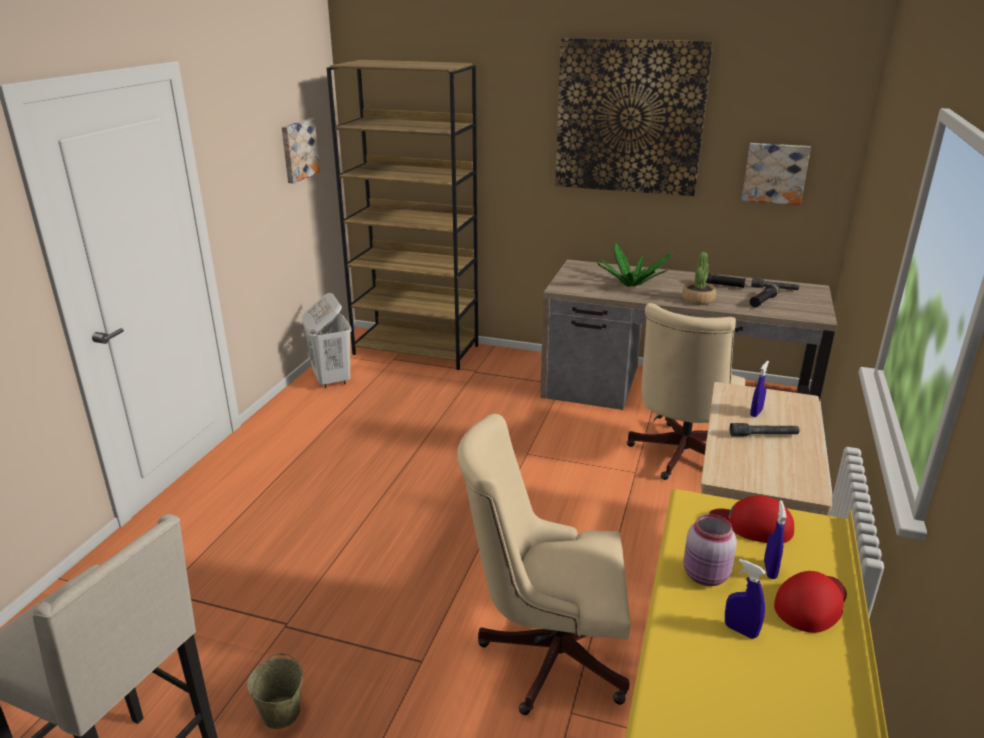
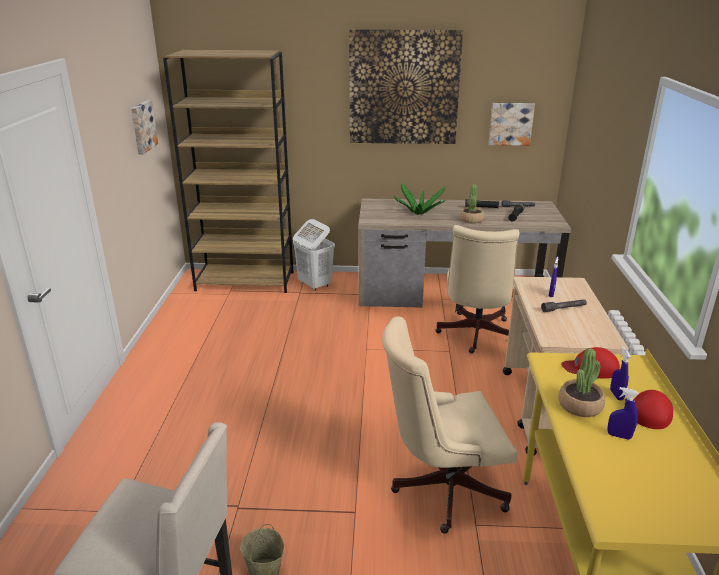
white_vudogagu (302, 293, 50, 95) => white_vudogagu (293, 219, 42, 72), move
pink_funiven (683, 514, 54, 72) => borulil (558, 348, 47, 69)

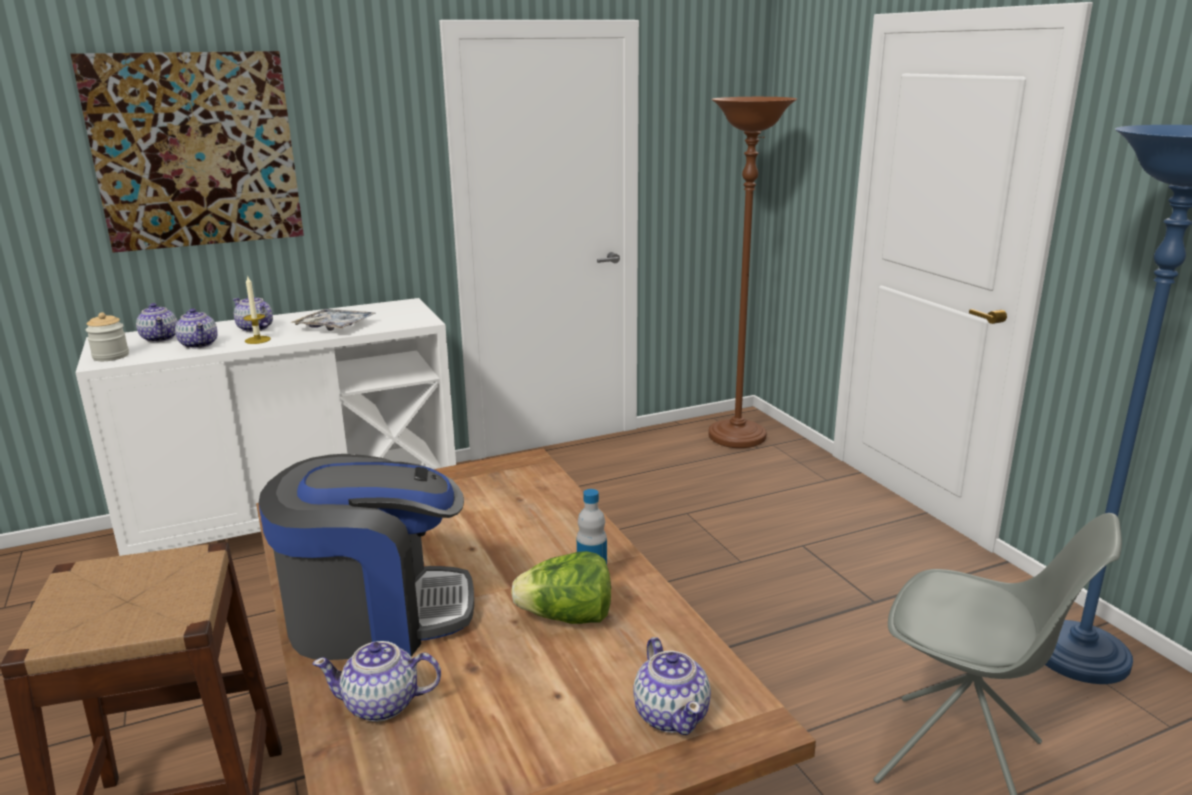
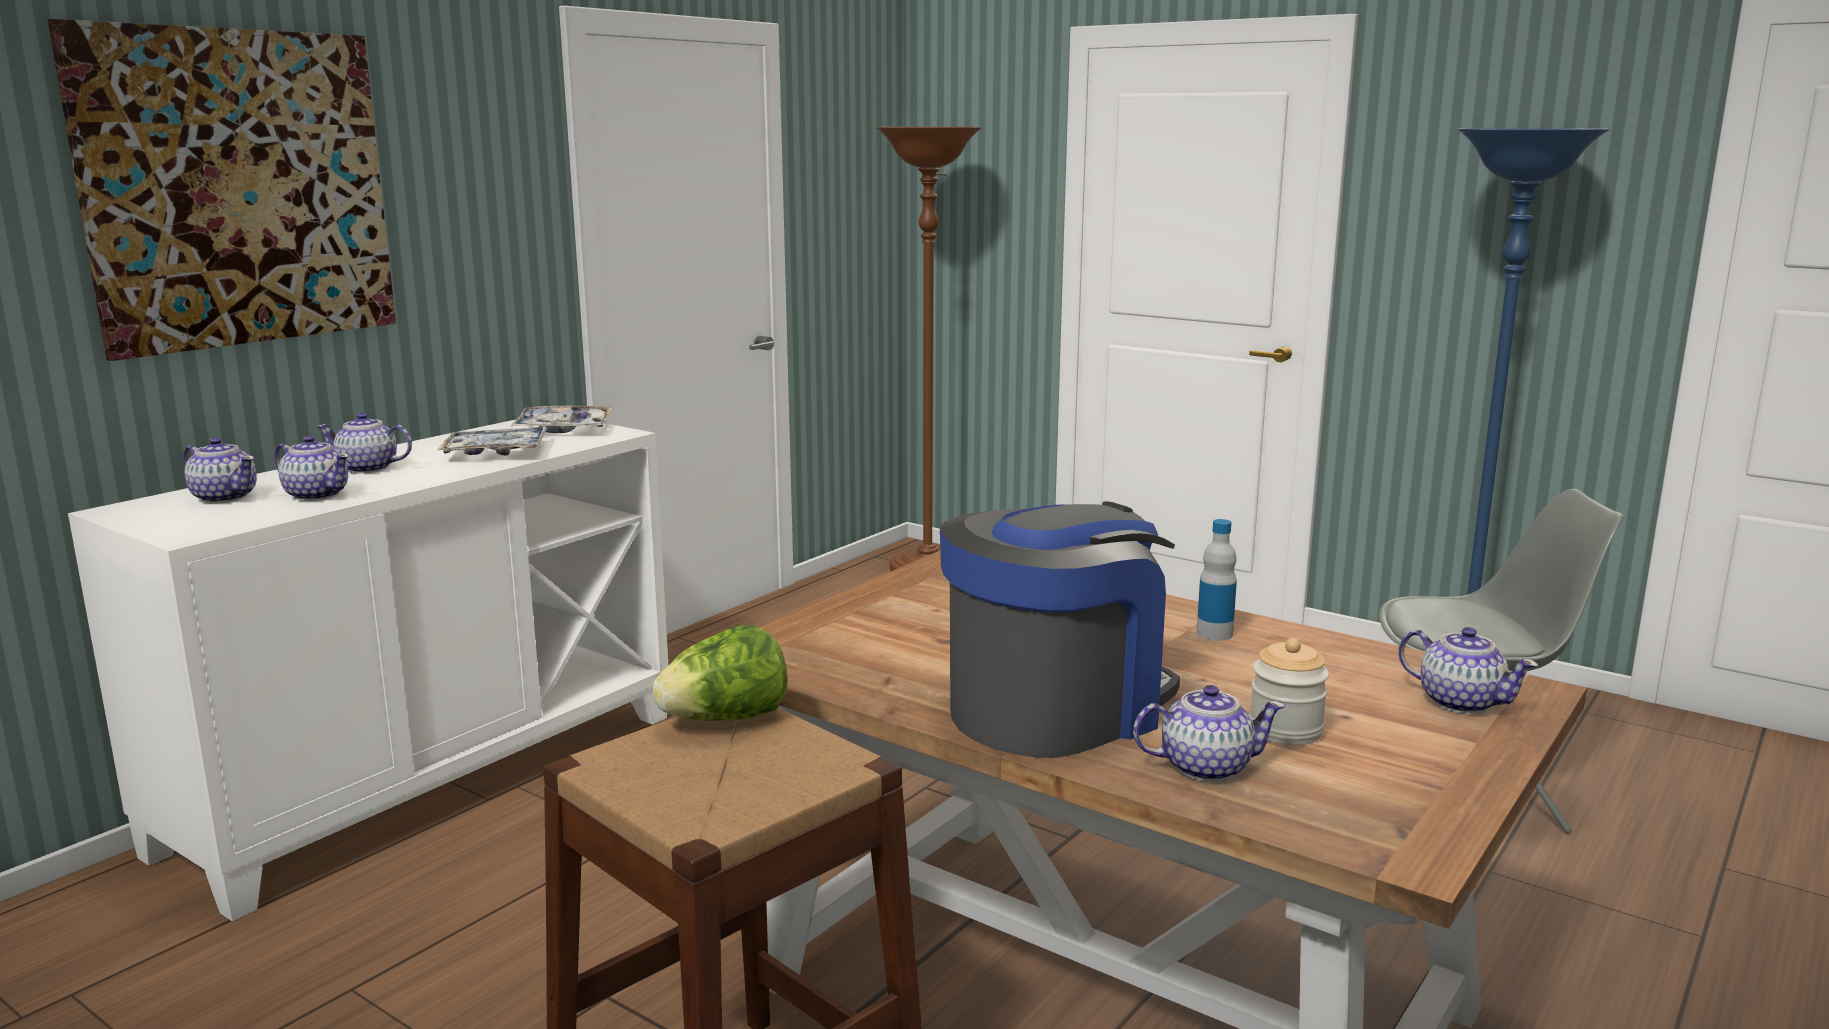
nothing => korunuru (511, 405, 101, 28)
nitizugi (511, 551, 100, 73) => nitizugi (652, 625, 136, 96), move
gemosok (313, 641, 128, 81) => gemosok (1133, 685, 152, 97), 150 degrees counterclockwise
funiven (86, 312, 43, 49) => funiven (1249, 638, 80, 107), move
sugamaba (243, 275, 28, 69) => nothing

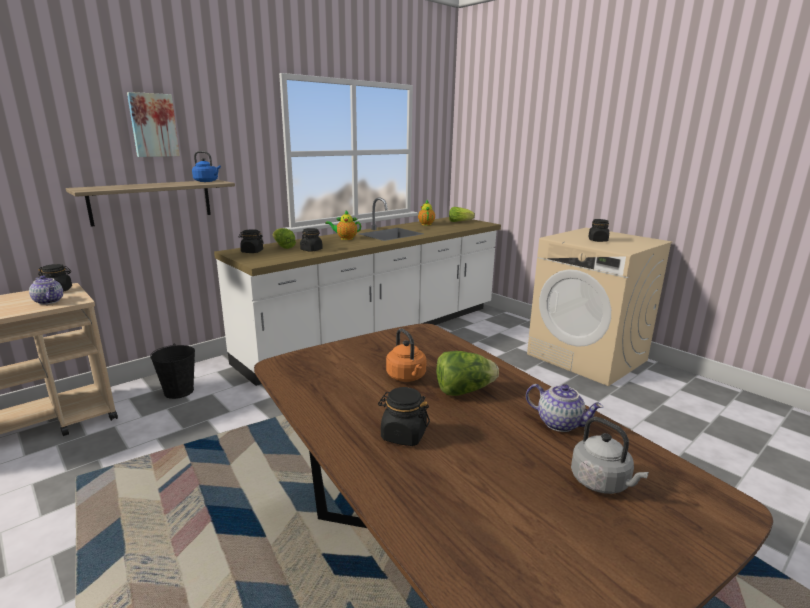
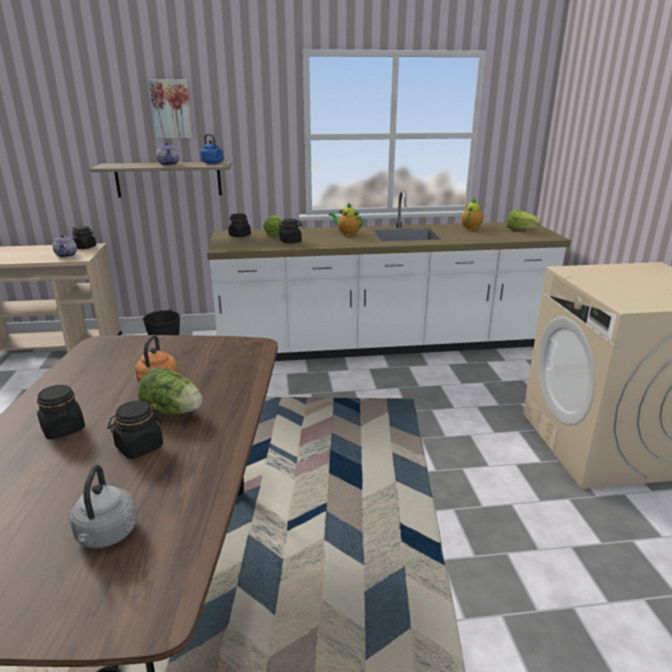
black_funiven (588, 219, 21, 23) => black_funiven (107, 401, 56, 58), move
gemosok (526, 384, 77, 48) => gemosok (156, 142, 23, 24), move

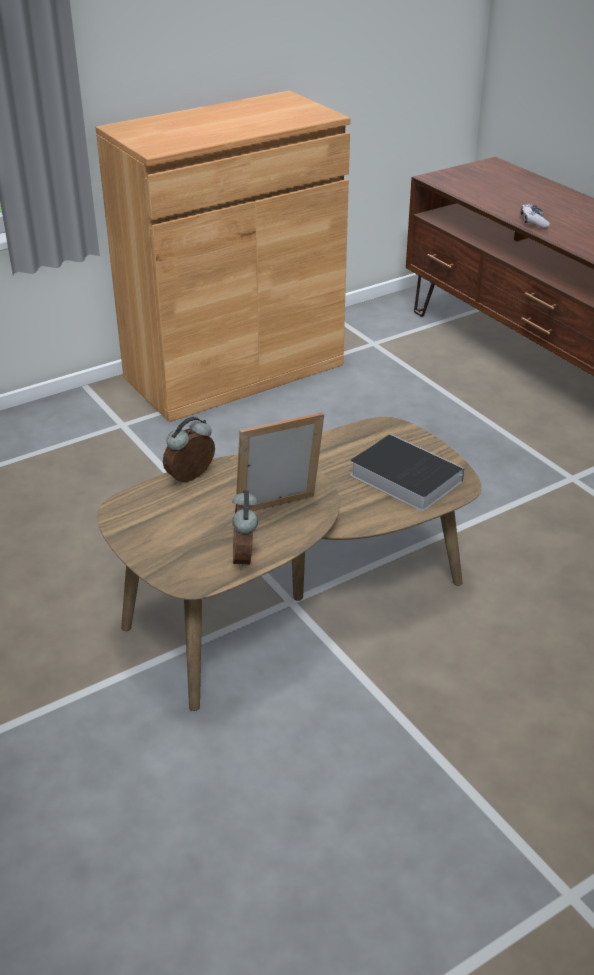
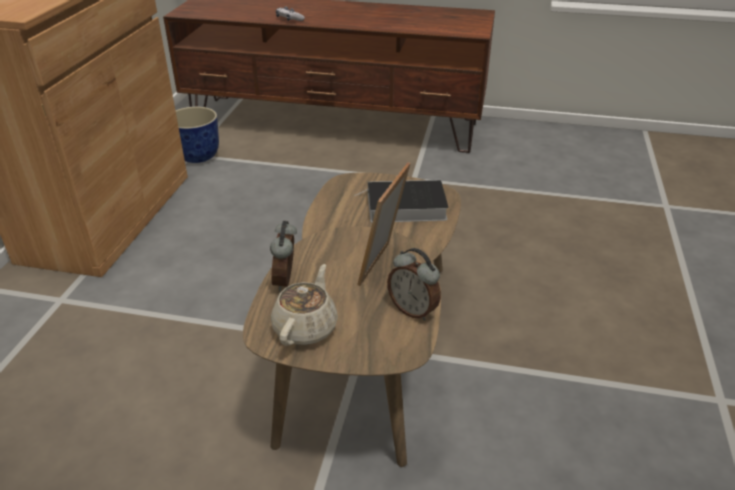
nothing => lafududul (175, 107, 44, 56)
nothing => beige_gemosok (271, 264, 67, 82)

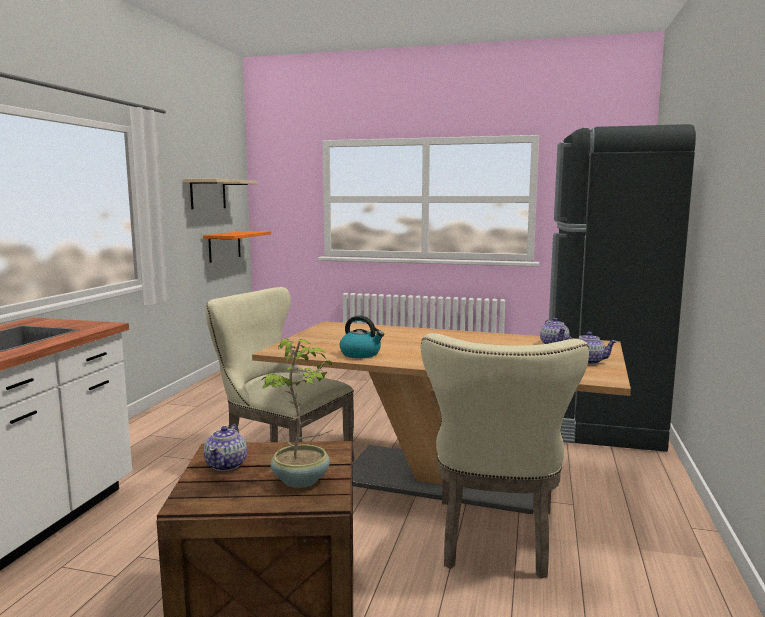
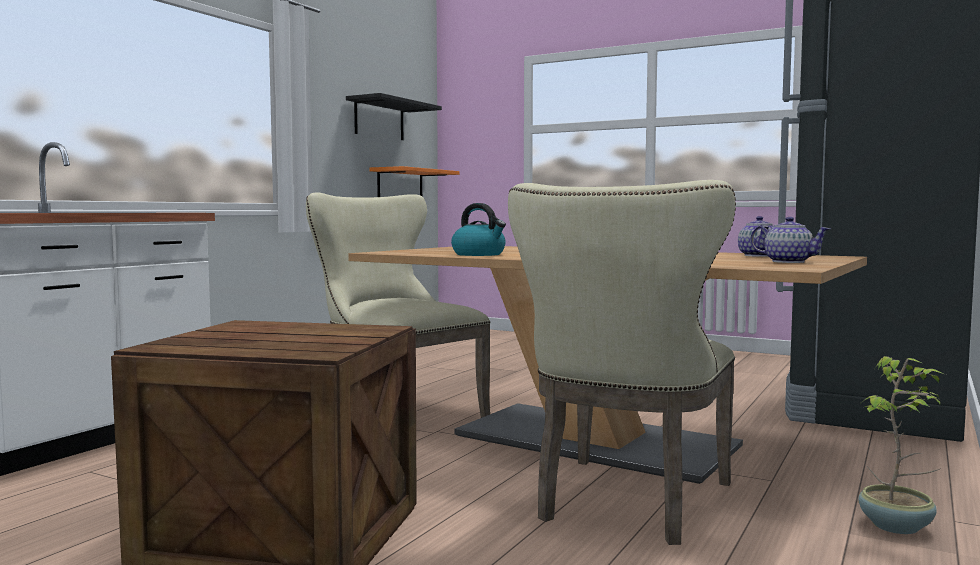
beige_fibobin (184, 179, 74, 30) => black_fibobin (346, 93, 96, 47)
borulil (260, 338, 72, 150) => borulil (858, 356, 88, 178), move
gemosok (204, 424, 43, 47) => nothing

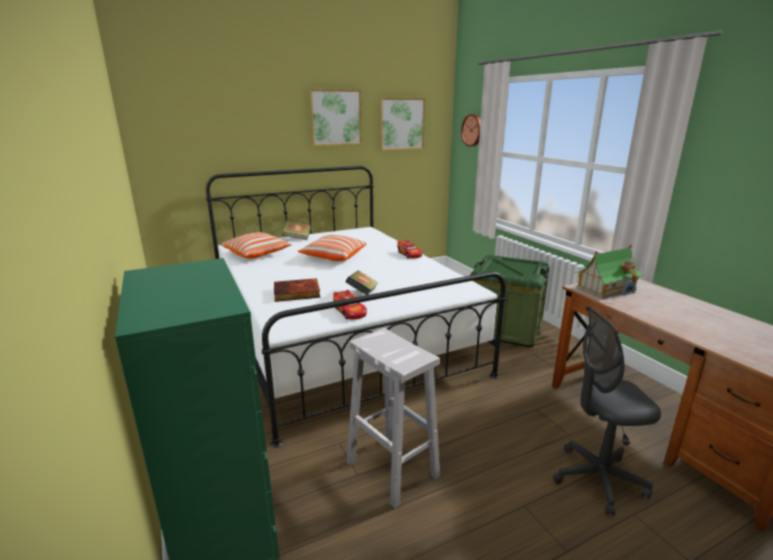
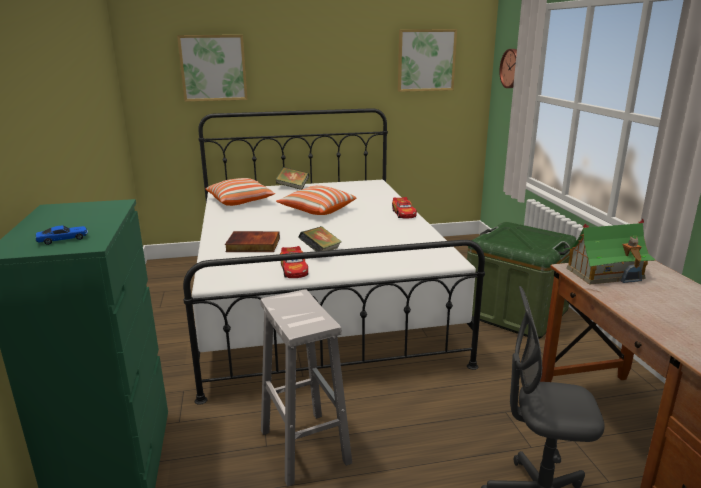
nothing => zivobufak (36, 226, 52, 19)
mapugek (309, 89, 53, 57) => mapugek (177, 35, 70, 67), move

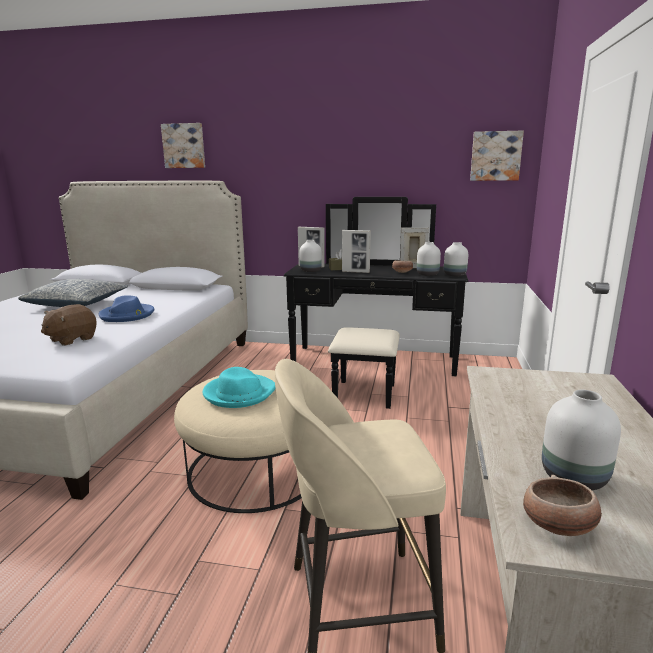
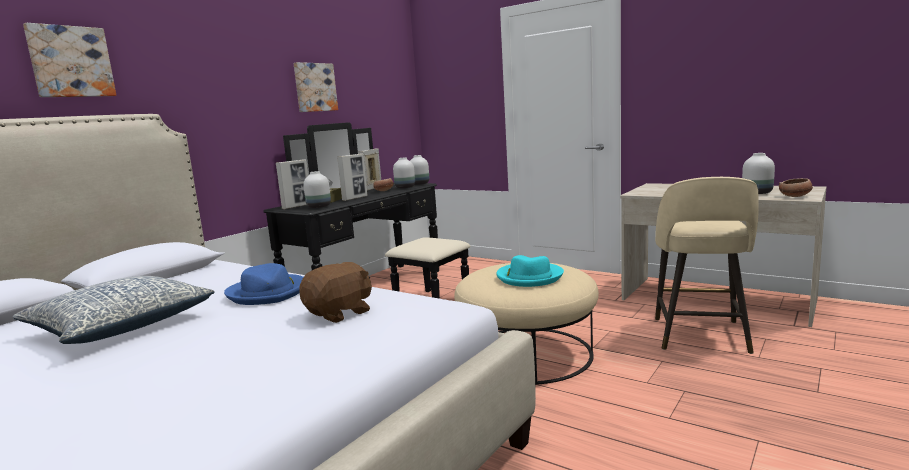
mapugek (470, 131, 54, 50) => mapugek (294, 62, 44, 50), move
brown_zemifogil (41, 304, 56, 42) => brown_zemifogil (299, 262, 73, 61), 105 degrees counterclockwise

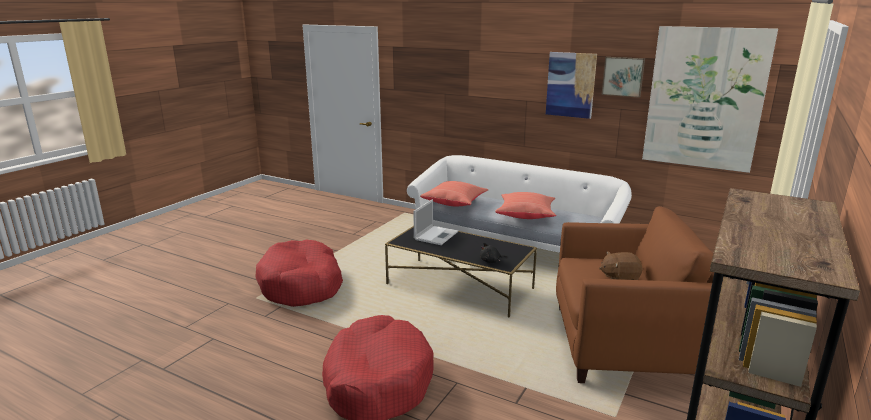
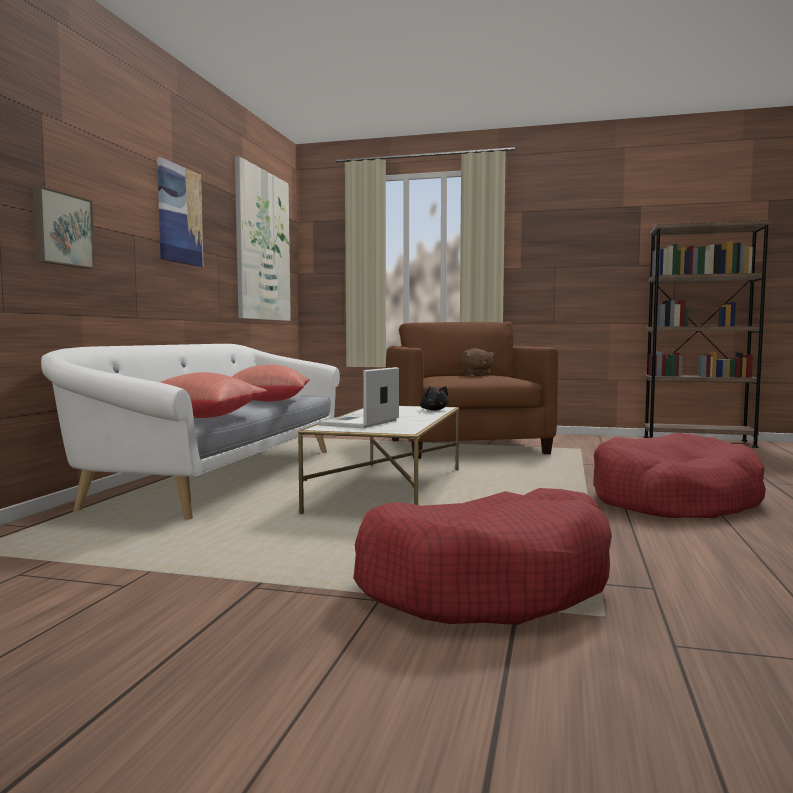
mapugek (602, 57, 43, 41) => mapugek (33, 186, 62, 83), move
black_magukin (385, 226, 152, 92) => white_magukin (298, 406, 161, 108)
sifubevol (413, 199, 45, 46) => sifubevol (318, 367, 81, 61), 75 degrees counterclockwise

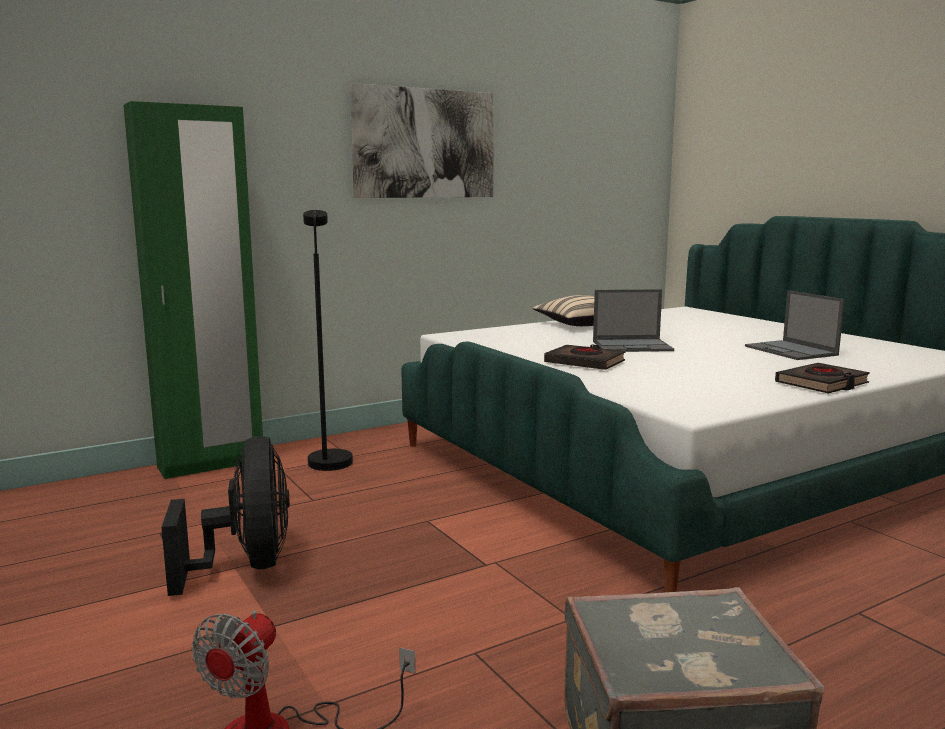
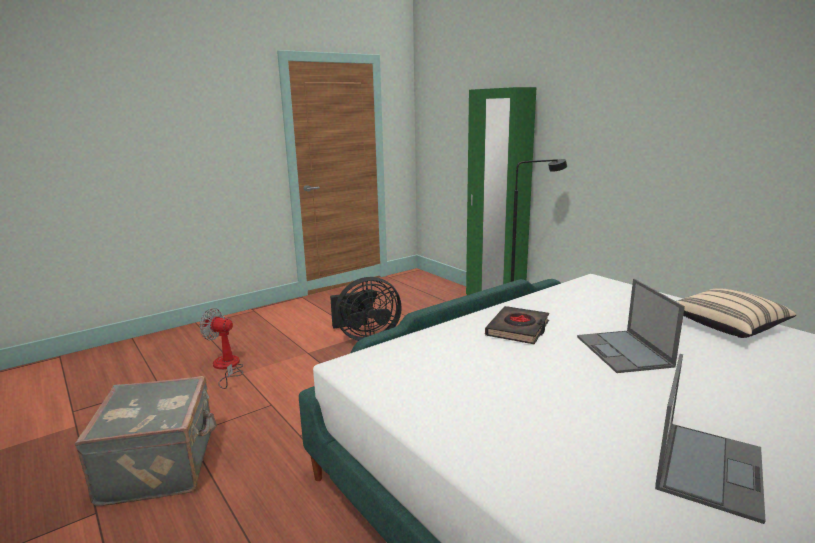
sifubevol (745, 290, 100, 70) => sifubevol (655, 354, 110, 170), 150 degrees clockwise
mapugek (350, 83, 144, 115) => nothing
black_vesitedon (775, 363, 95, 31) => nothing

